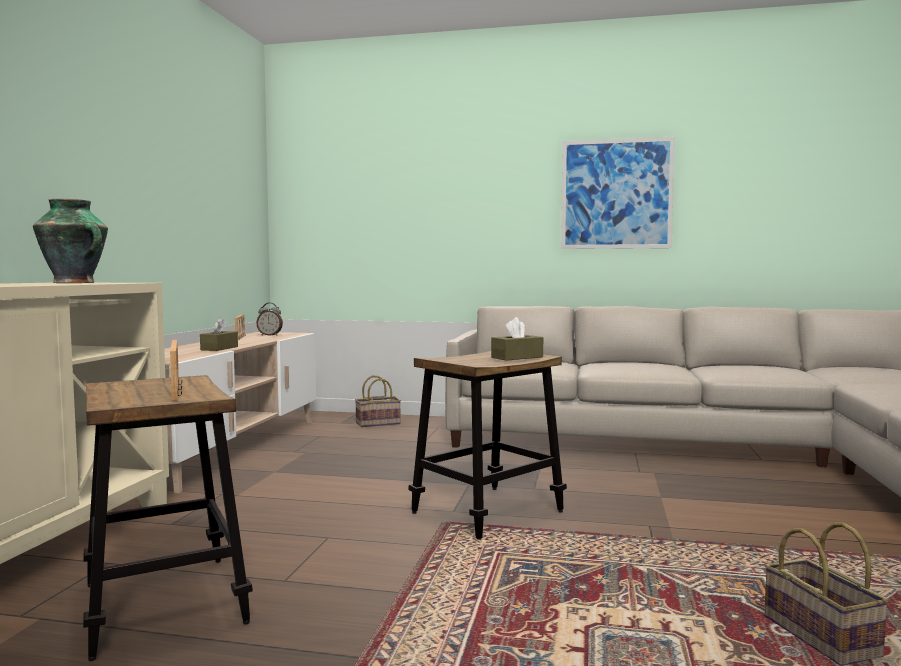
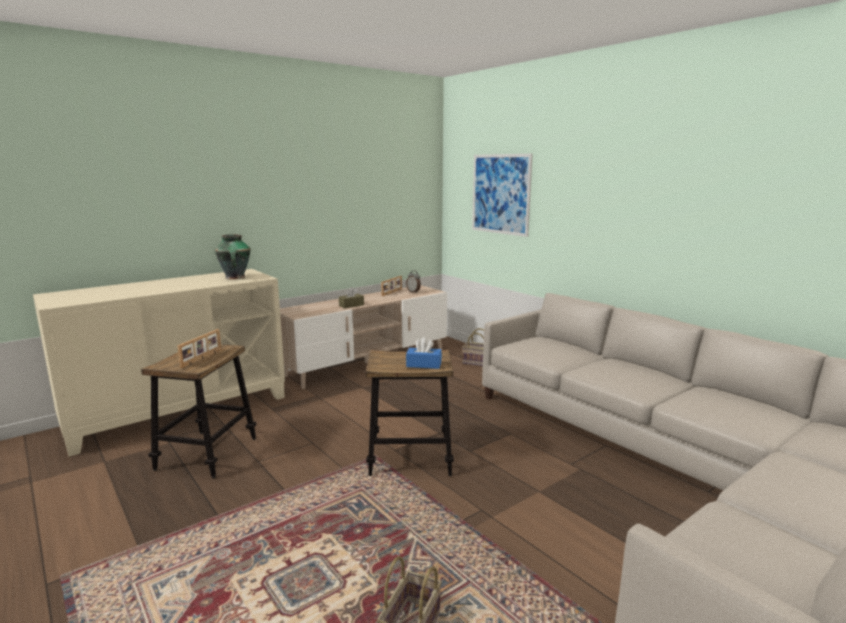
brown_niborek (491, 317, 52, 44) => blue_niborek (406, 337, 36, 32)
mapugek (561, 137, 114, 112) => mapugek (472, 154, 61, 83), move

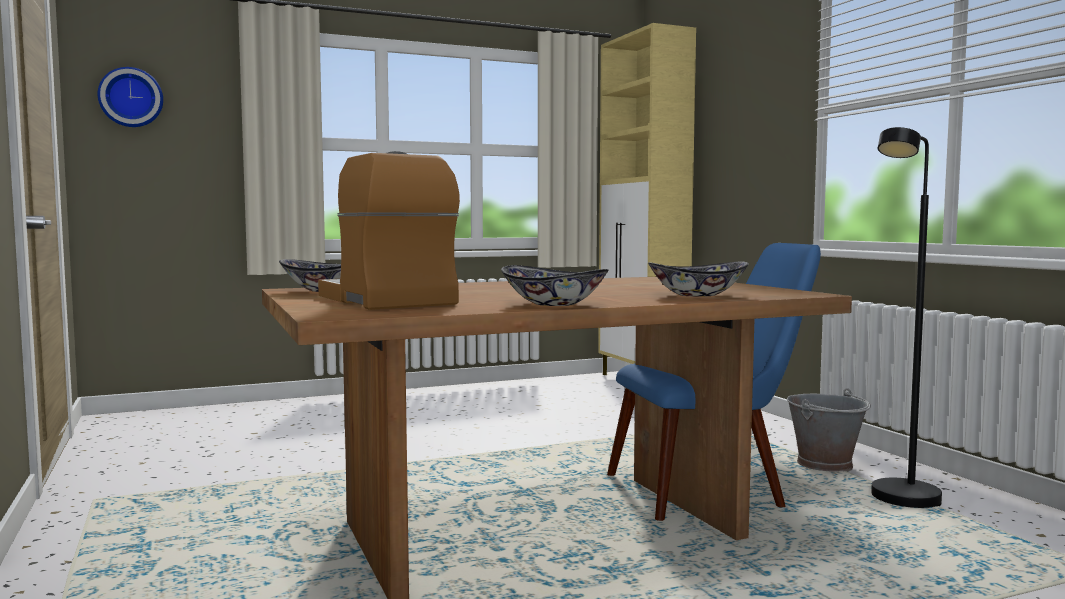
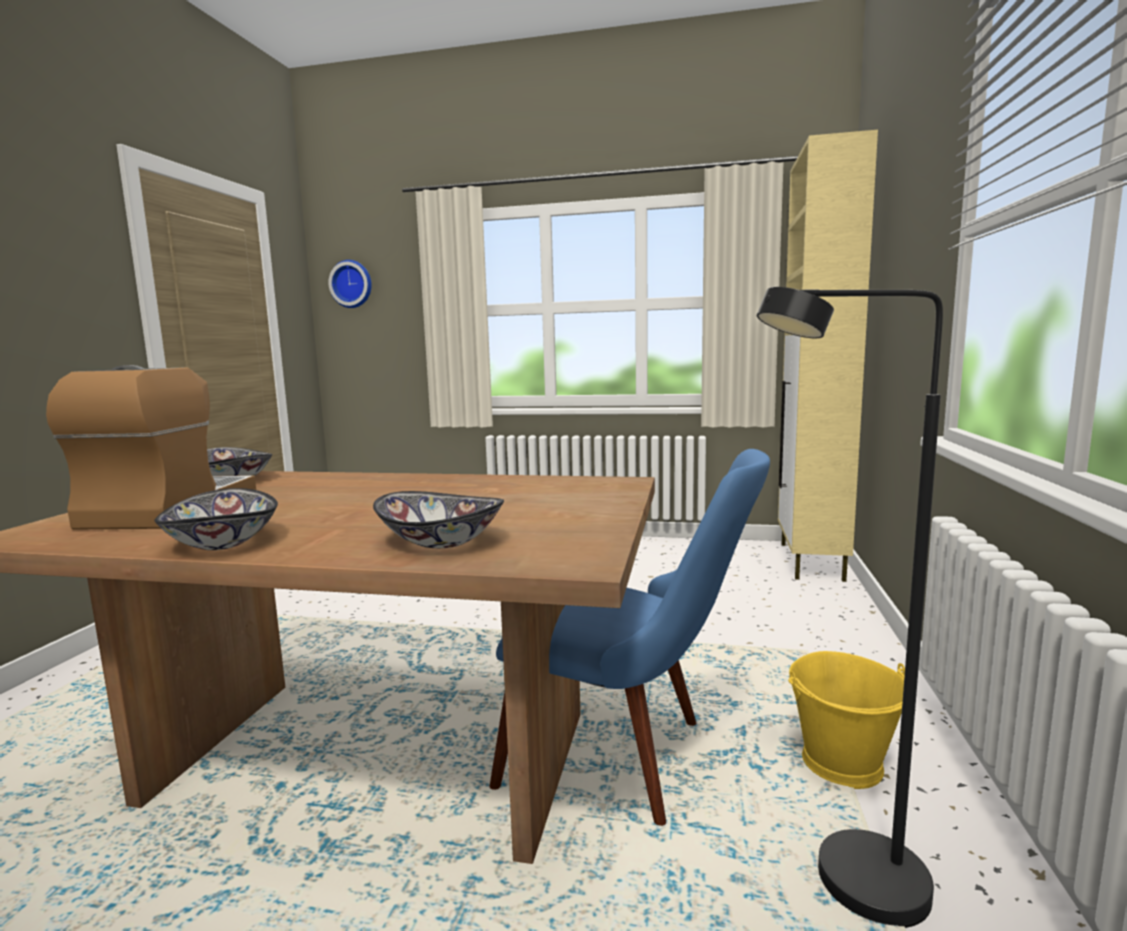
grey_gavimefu (787, 388, 84, 84) => yellow_gavimefu (788, 651, 117, 138)

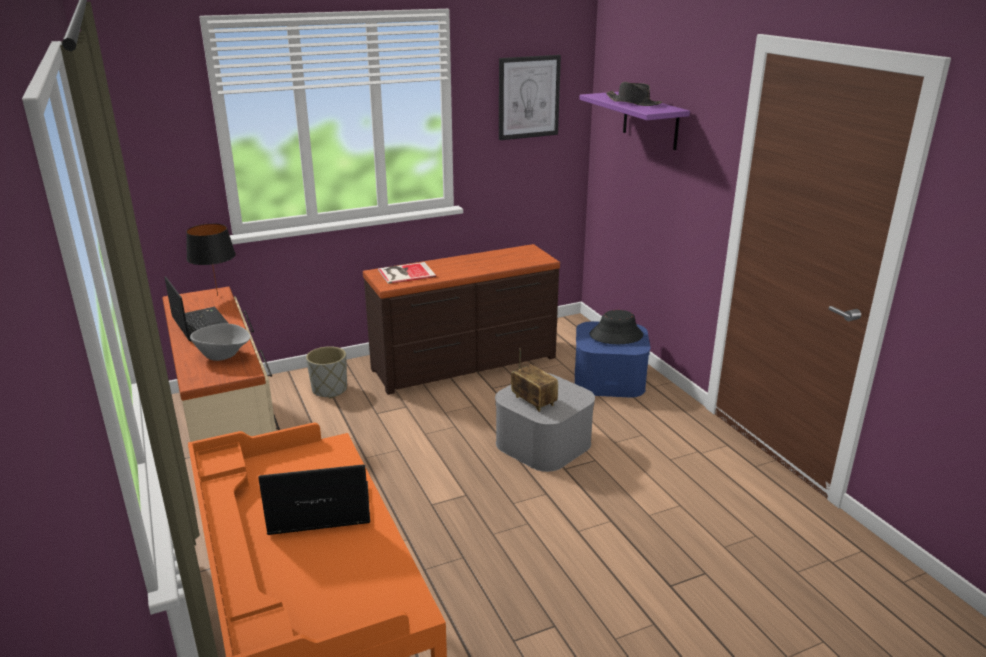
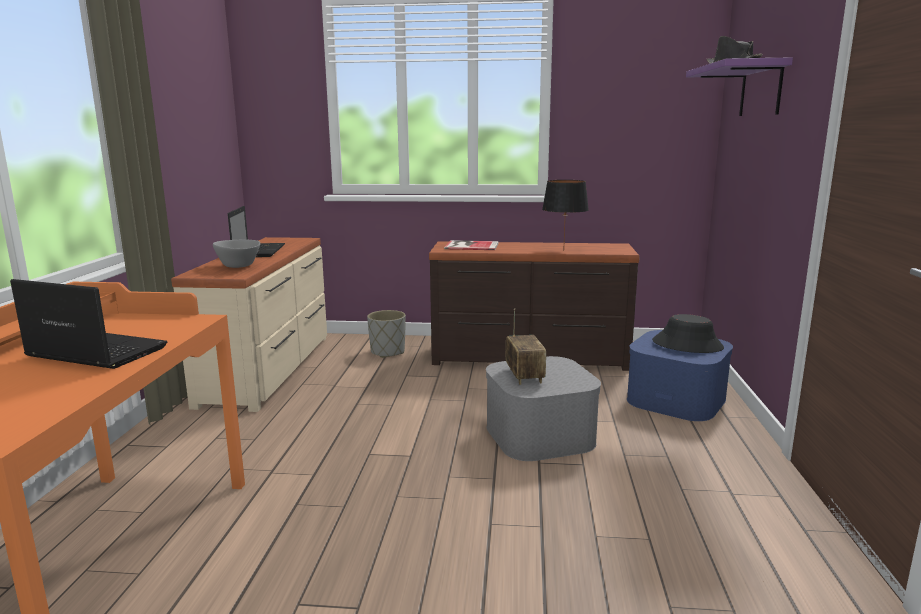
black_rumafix (186, 223, 50, 73) => black_rumafix (542, 180, 47, 71), move
mapugek (499, 55, 62, 85) => nothing

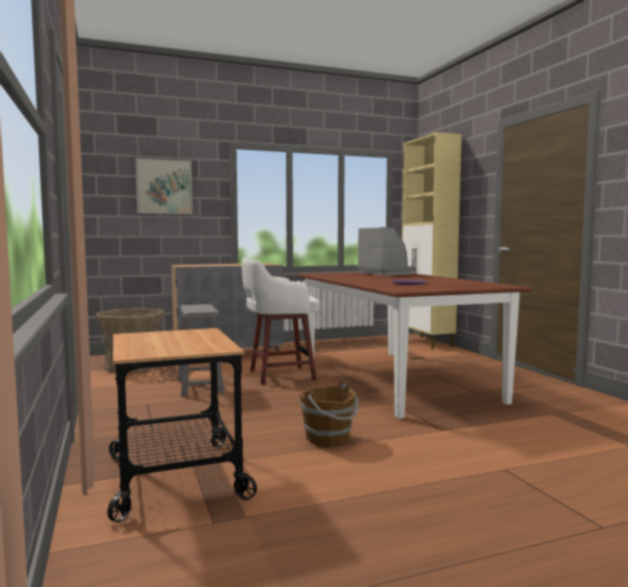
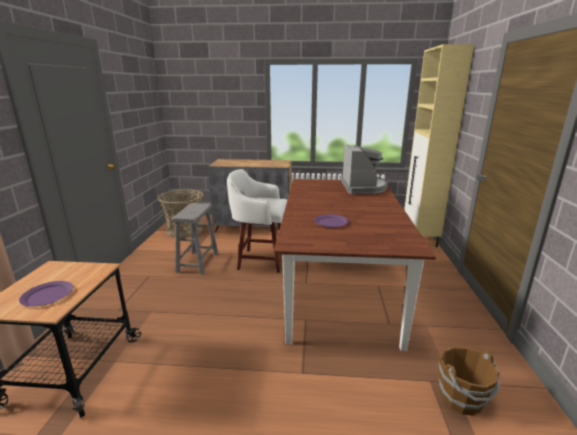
nothing => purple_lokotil (19, 281, 55, 26)
brown_gavimefu (300, 380, 58, 67) => brown_gavimefu (439, 346, 61, 70), move
mapugek (136, 158, 57, 56) => nothing

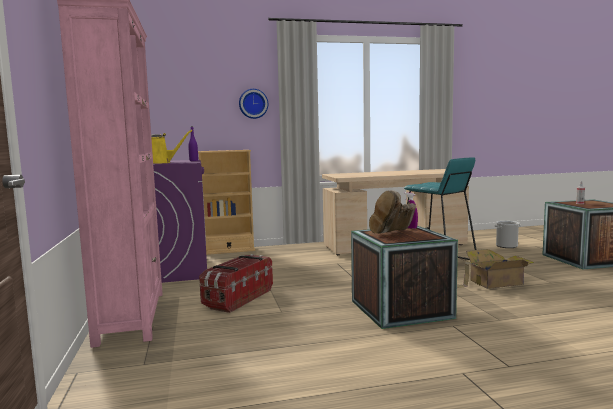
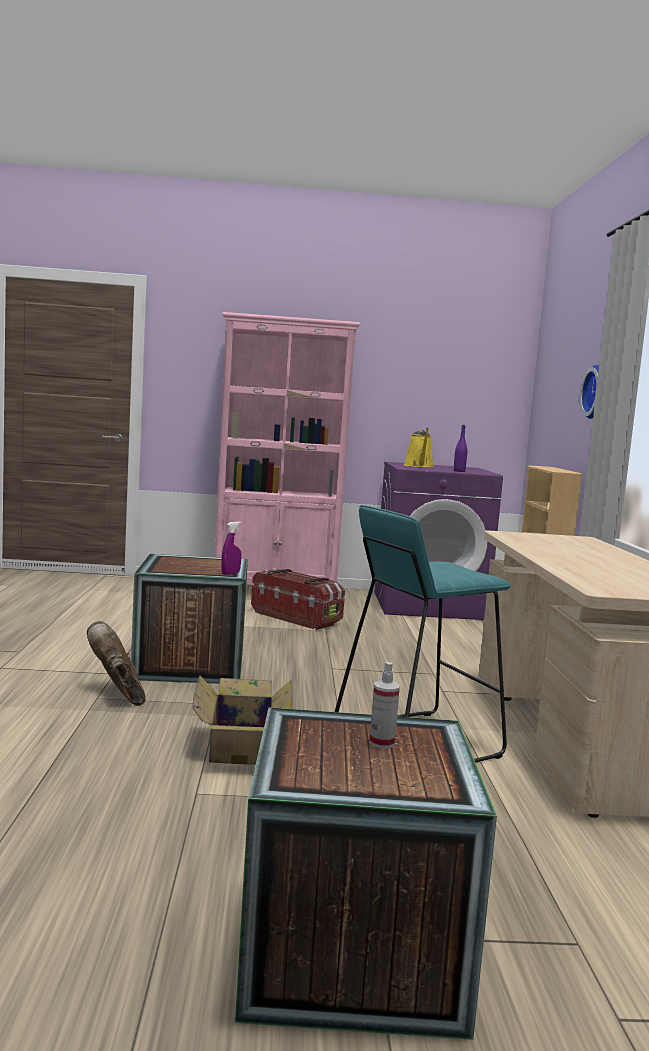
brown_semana (369, 190, 47, 43) => brown_semana (87, 621, 59, 85), move
gavimefu (495, 221, 26, 27) => nothing

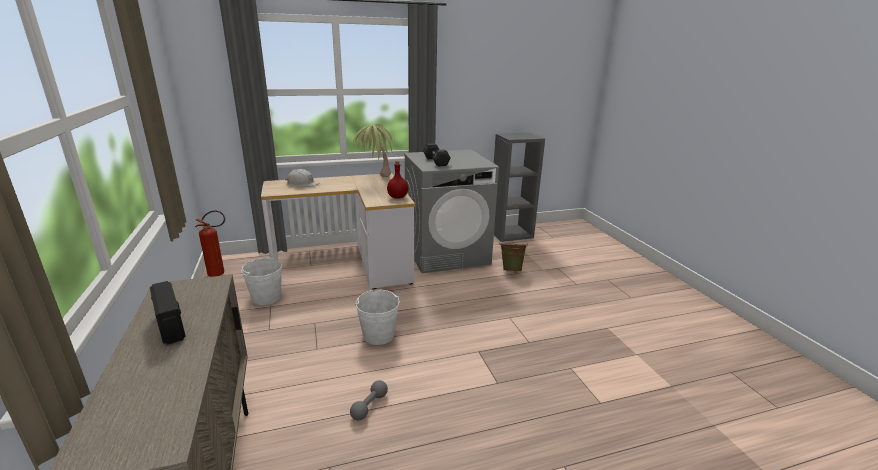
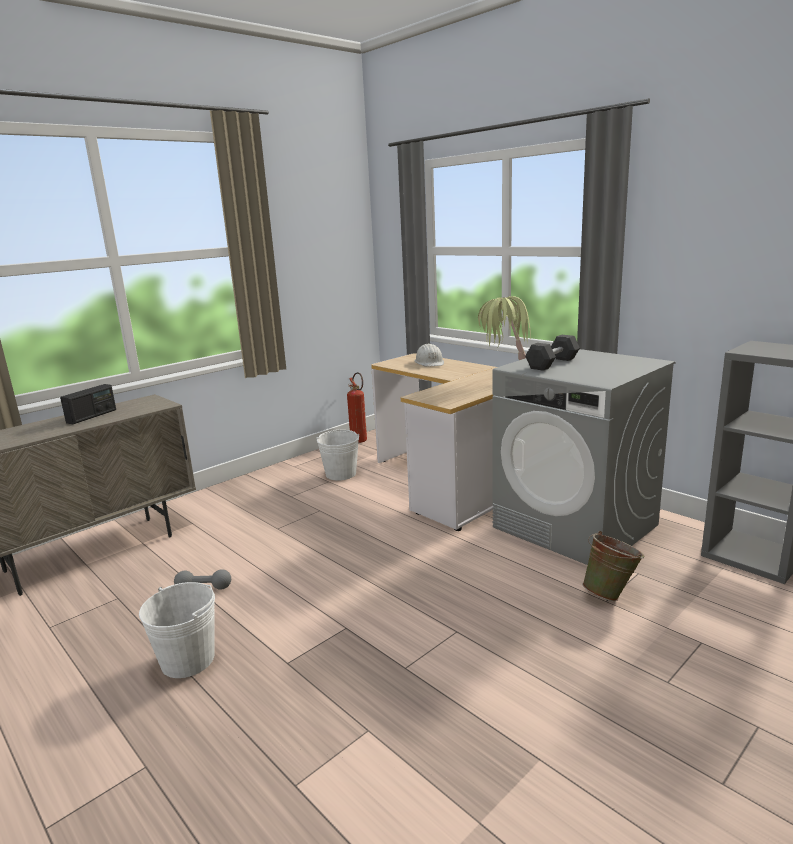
white_gavimefu (355, 290, 44, 55) => white_gavimefu (139, 582, 76, 96), move
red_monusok (387, 161, 21, 38) => nothing

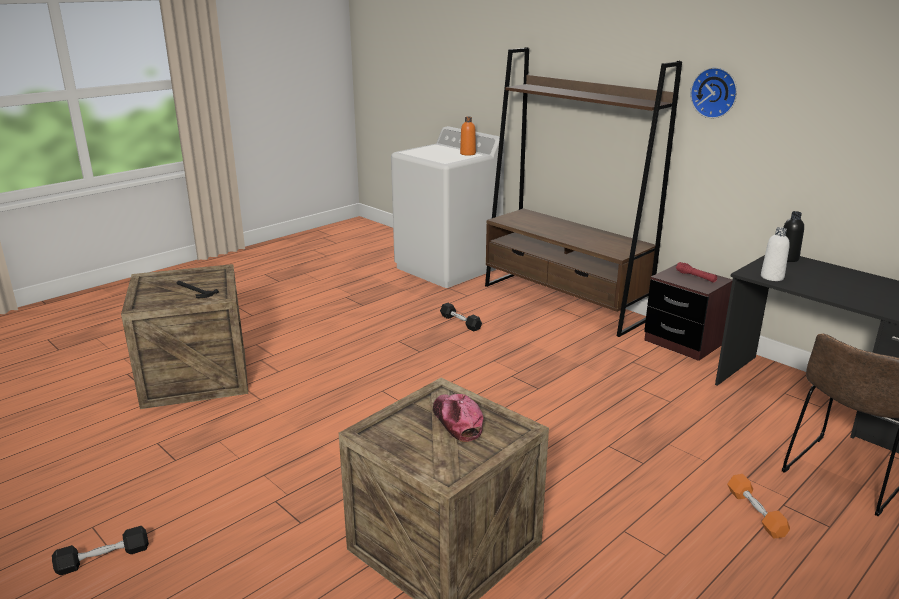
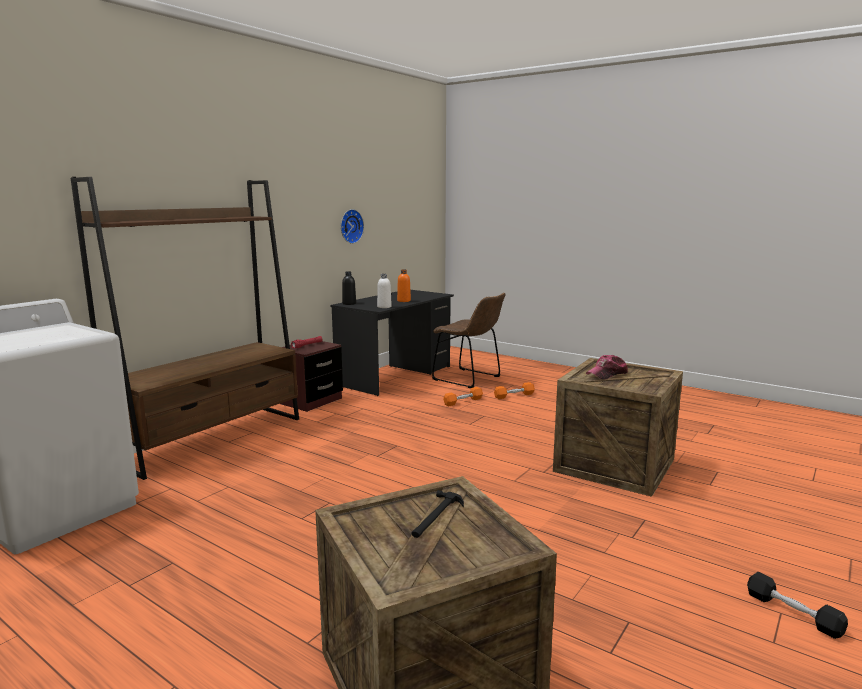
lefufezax (690, 67, 47, 51) => lefufezax (341, 209, 23, 35), move
orange_monusok (460, 117, 16, 39) => orange_monusok (397, 269, 14, 33), move
nothing => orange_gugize (443, 387, 40, 19)
black_gugize (440, 303, 42, 28) => nothing

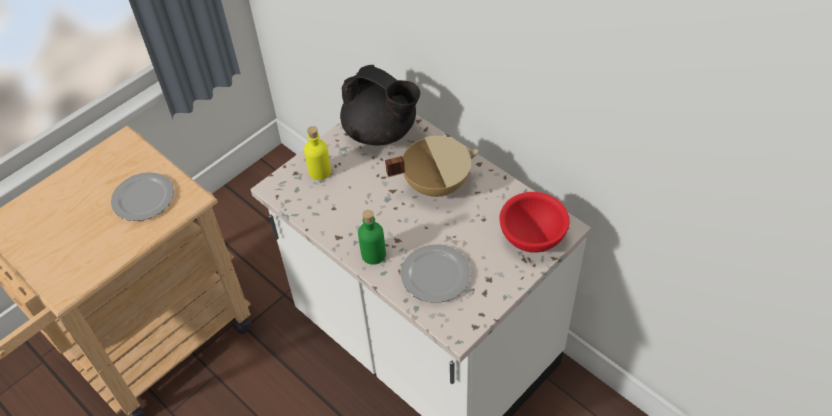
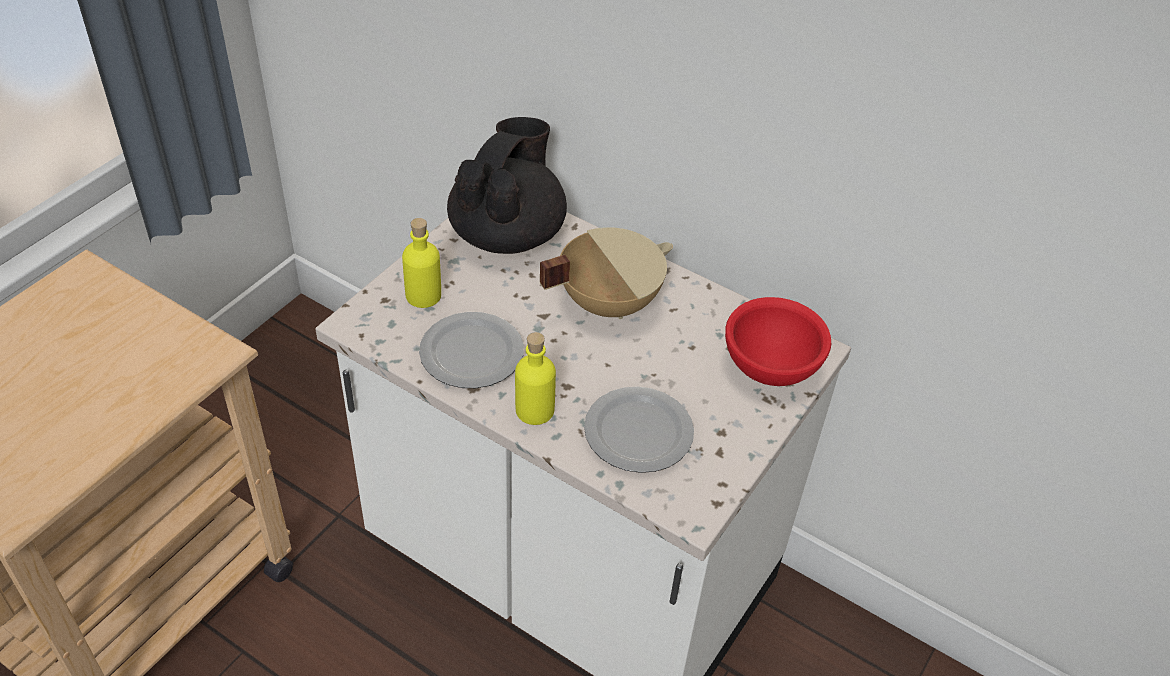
lokotil (111, 172, 63, 49) => lokotil (419, 312, 105, 76), move
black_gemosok (340, 65, 80, 80) => black_gemosok (447, 117, 120, 137), 90 degrees counterclockwise
green_monusok (358, 210, 28, 55) => yellow_monusok (515, 332, 41, 93)

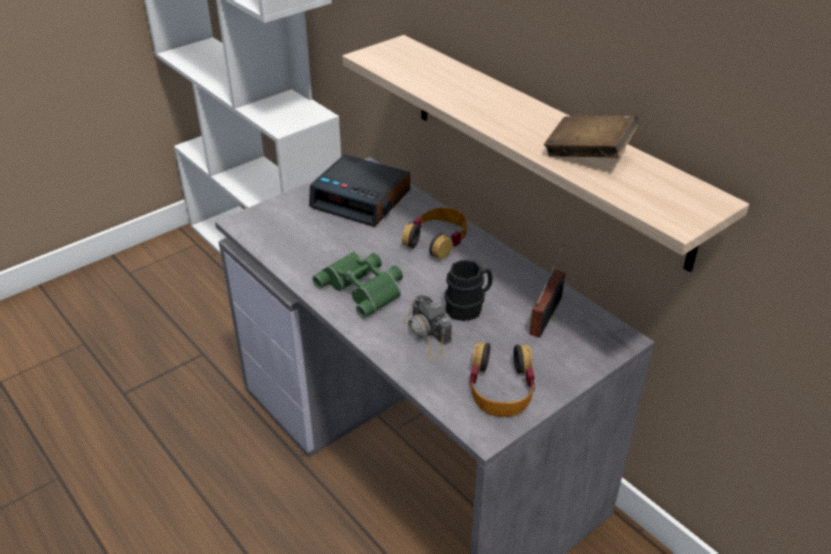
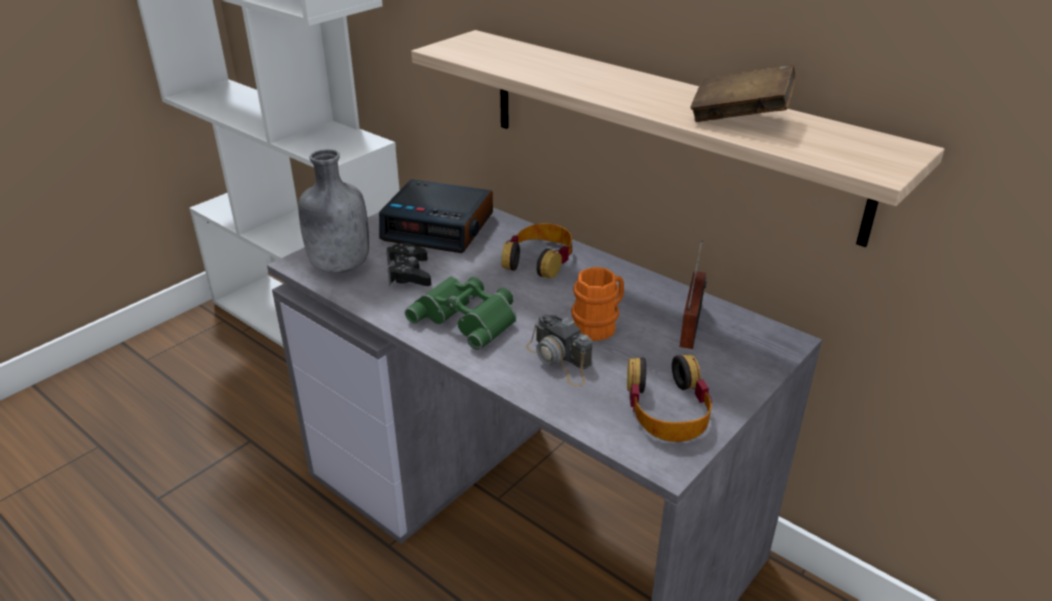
nothing => grey_monusok (298, 149, 71, 124)
nothing => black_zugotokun (386, 243, 45, 43)
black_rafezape (444, 260, 48, 61) => orange_rafezape (571, 267, 53, 74)

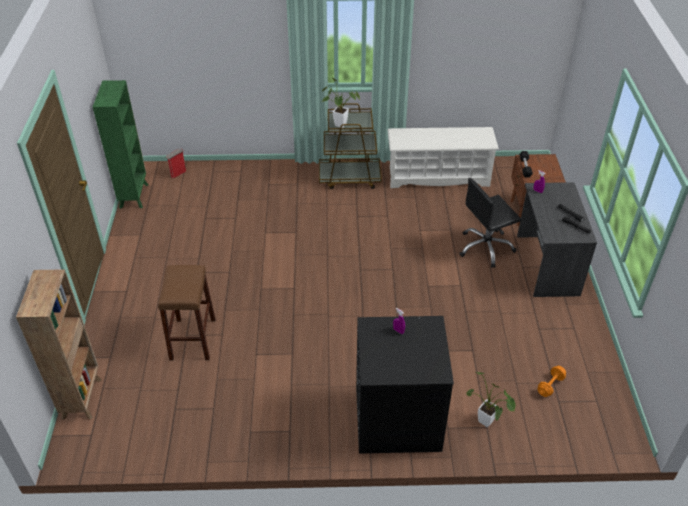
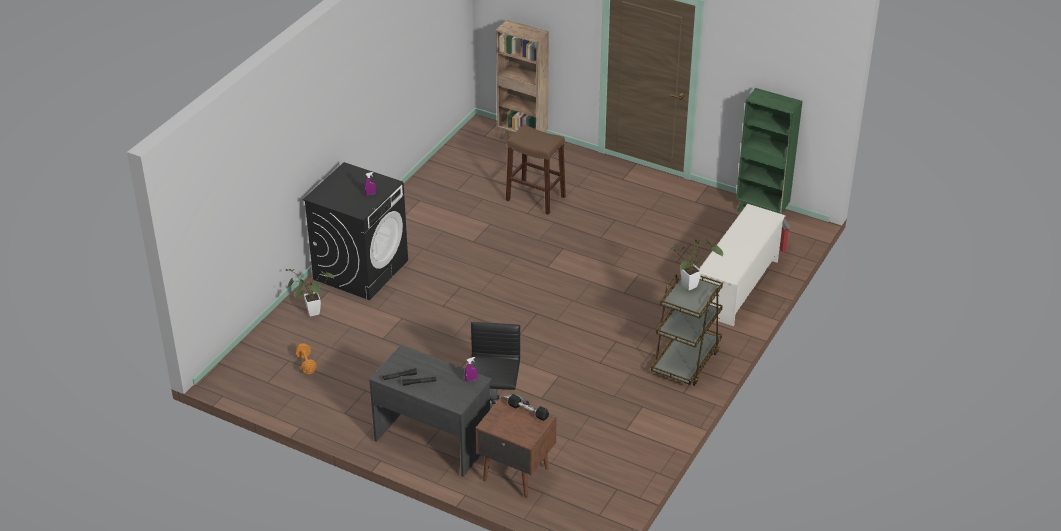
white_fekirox (387, 127, 112, 61) => white_fekirox (699, 204, 87, 122), move

